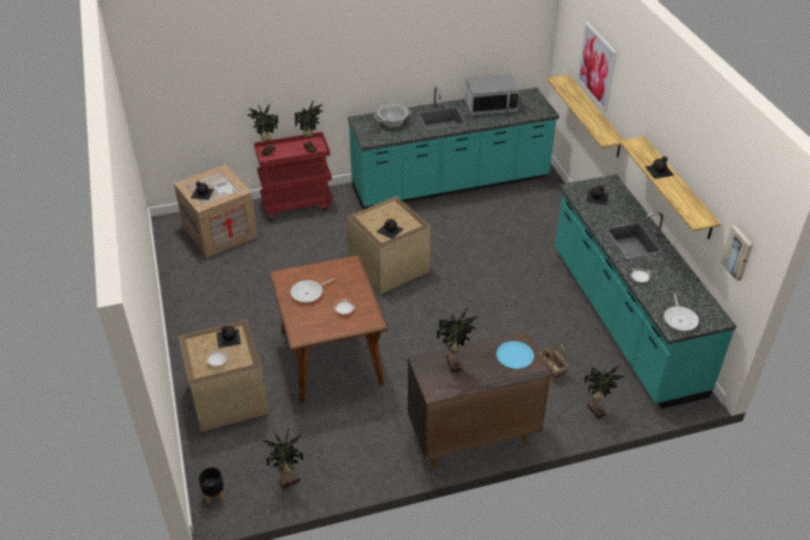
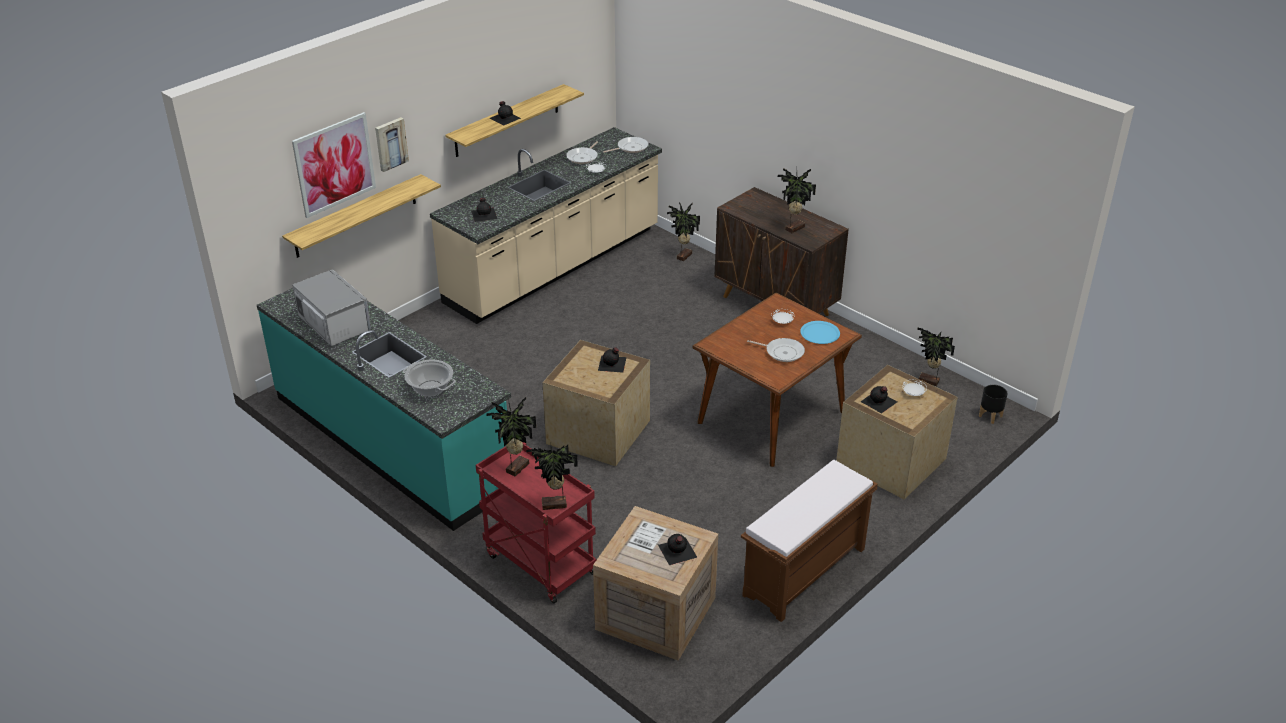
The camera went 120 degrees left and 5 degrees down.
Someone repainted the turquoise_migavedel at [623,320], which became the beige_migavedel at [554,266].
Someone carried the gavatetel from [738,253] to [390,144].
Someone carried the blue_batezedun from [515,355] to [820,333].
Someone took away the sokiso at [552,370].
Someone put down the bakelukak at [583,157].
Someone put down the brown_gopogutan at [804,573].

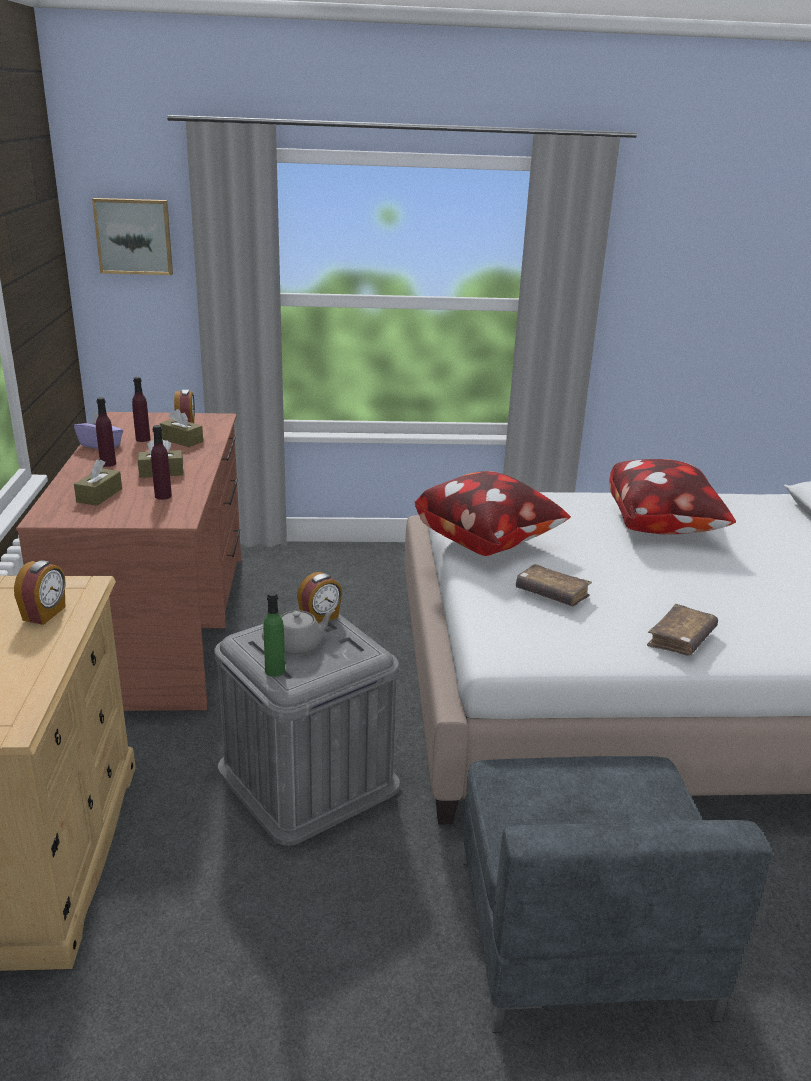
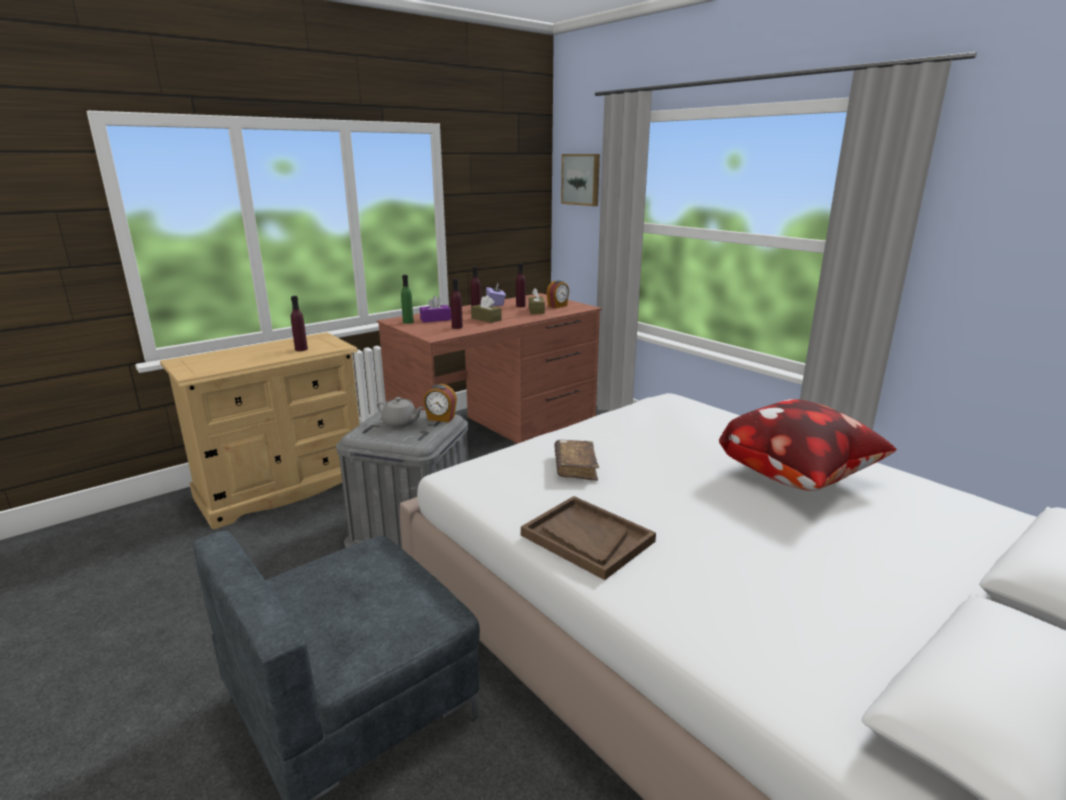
The camera went 55 degrees right and 5 degrees down.
Someone repainted the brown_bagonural at [99,495], which became the purple_bagonural at [435,319].
Someone took away the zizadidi at [487,541].
Someone swapped the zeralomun at [45,614] for the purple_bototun at [301,349].
Someone carried the green_bototun from [275,671] to [408,322].
Someone swapped the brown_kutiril at [681,639] for the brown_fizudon at [587,538].

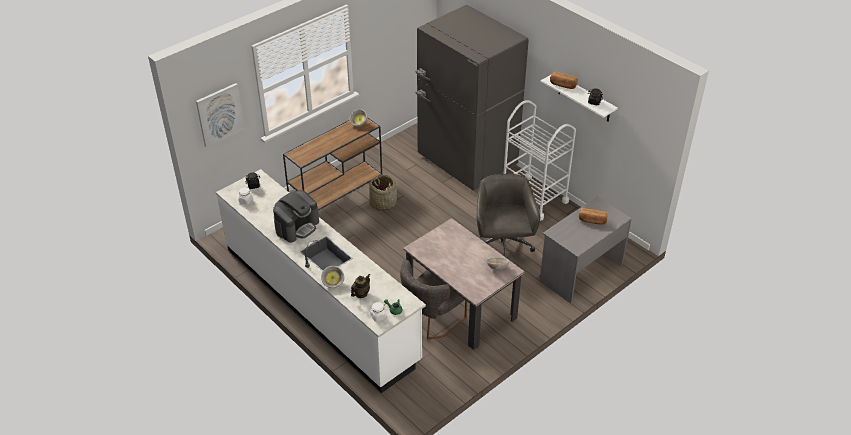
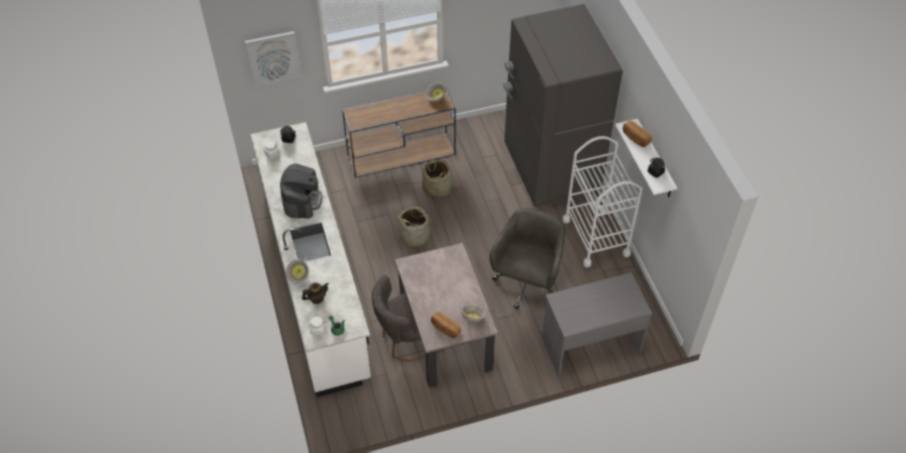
The camera went 25 degrees right and 10 degrees up.
Someone rotated the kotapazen at [297,226] by 60 degrees counterclockwise.
Someone carried the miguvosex from [592,221] to [445,328].
Someone put down the sokiso at [415,236].

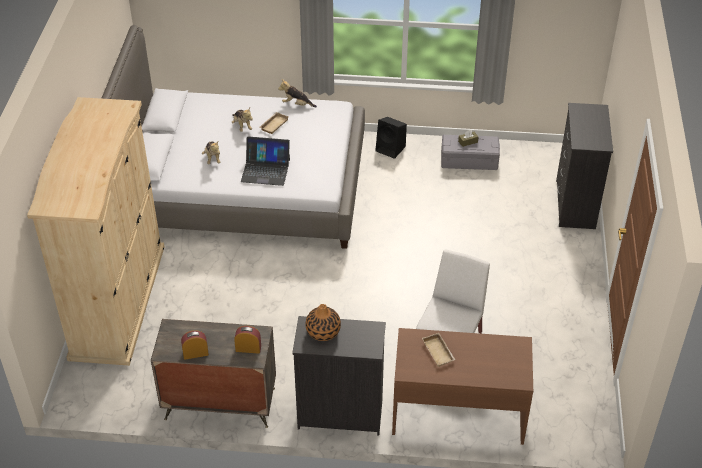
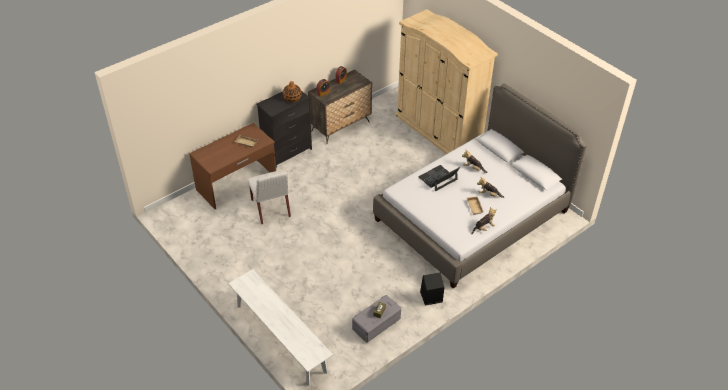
The camera went 135 degrees right and 0 degrees up.
Someone swapped the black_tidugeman at [575,205] for the white_gopogutan at [280,338].

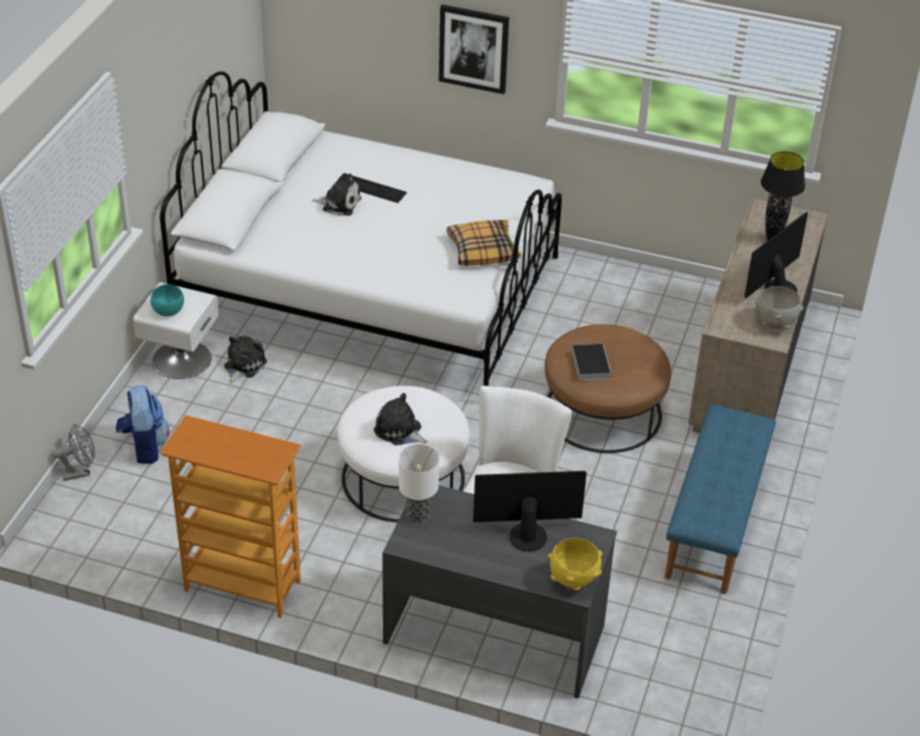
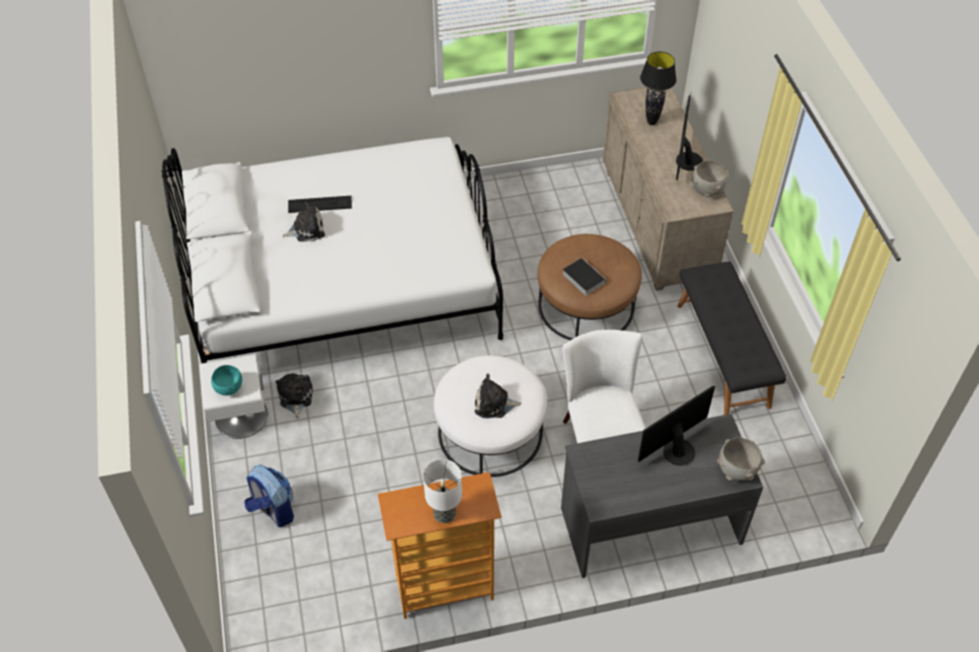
The camera went 30 degrees left and 10 degrees up.
Someone took away the gavatetel at [474,48].
Someone took away the zizadidi at [483,250].
Someone repainted the blue_gopogutan at [716,521], which became the black_gopogutan at [723,354].
Someone took away the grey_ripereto at [80,472].
Someone carried the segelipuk from [418,515] to [445,514].
Someone repainted the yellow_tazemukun at [573,580], which became the grey_tazemukun at [736,470].

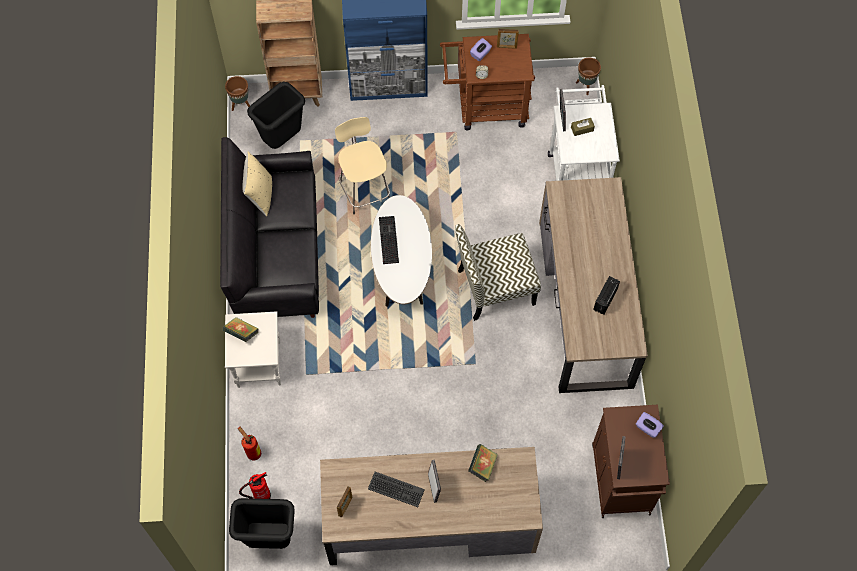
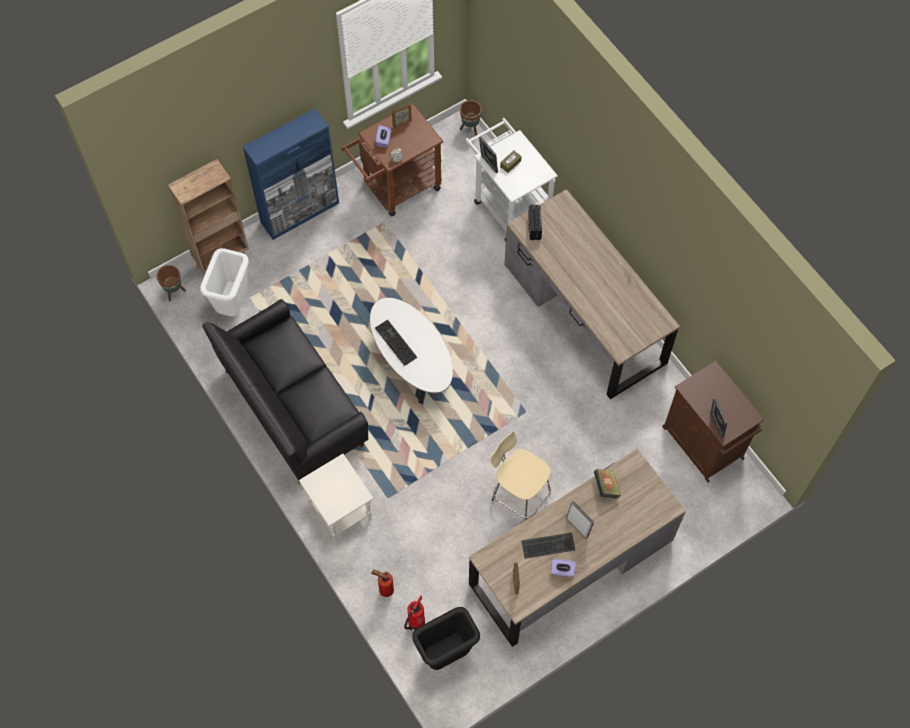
The camera went 30 degrees left and 0 degrees up.
Someone repainted the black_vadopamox at [282,139], which became the white_vadopamox at [233,304].
Someone carried the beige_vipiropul from [364,190] to [519,495].
Someone took away the beige_zizadidi at [260,195].
Someone took away the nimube at [494,288].
Someone carried the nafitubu from [605,300] to [534,227].
Someone took away the kutiril at [242,333].
Someone carried the purple_bagonural from [647,428] to [562,571].

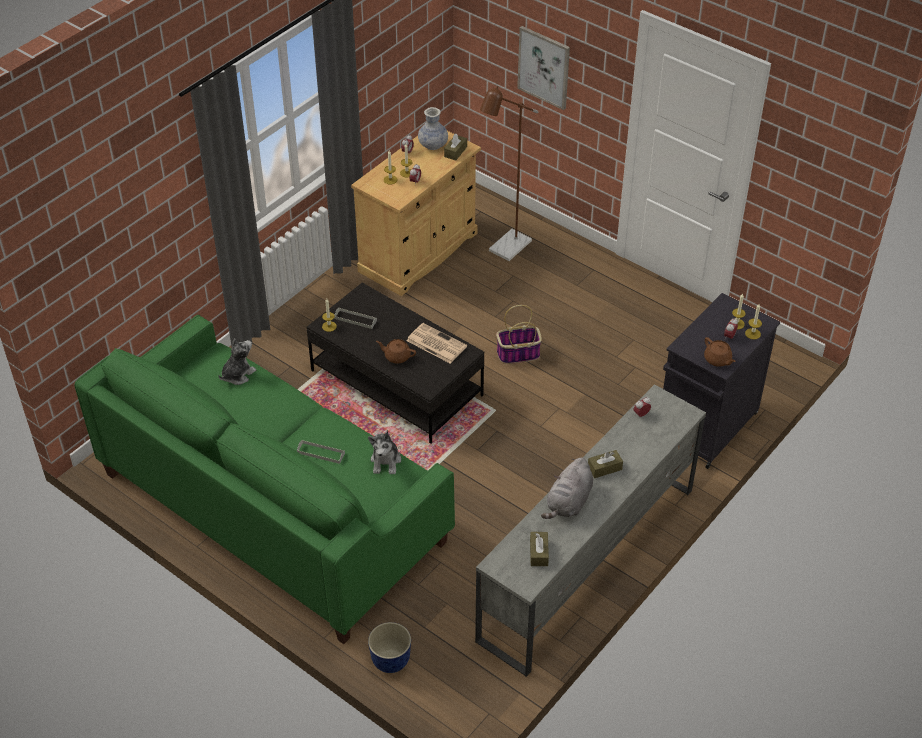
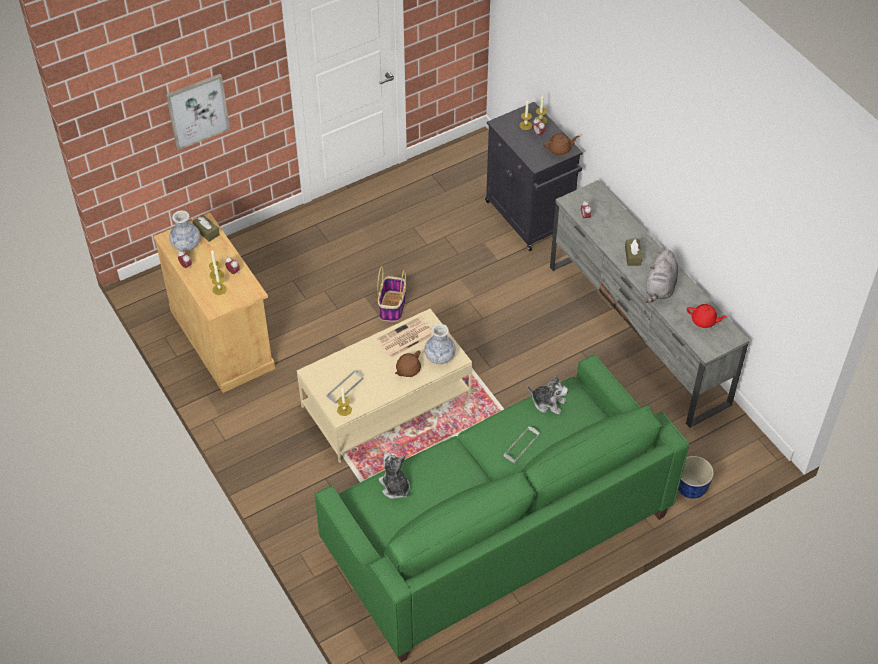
The camera went 70 degrees left and 5 degrees up.
Someone took away the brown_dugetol at [505,250].
Someone repainted the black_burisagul at [396,383], which became the beige_burisagul at [386,403].
Someone rotated the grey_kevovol at [568,503] by 60 degrees clockwise.
Someone swapped the brown_bagonural at [539,553] for the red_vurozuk at [704,321].
Someone put down the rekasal at [439,356].

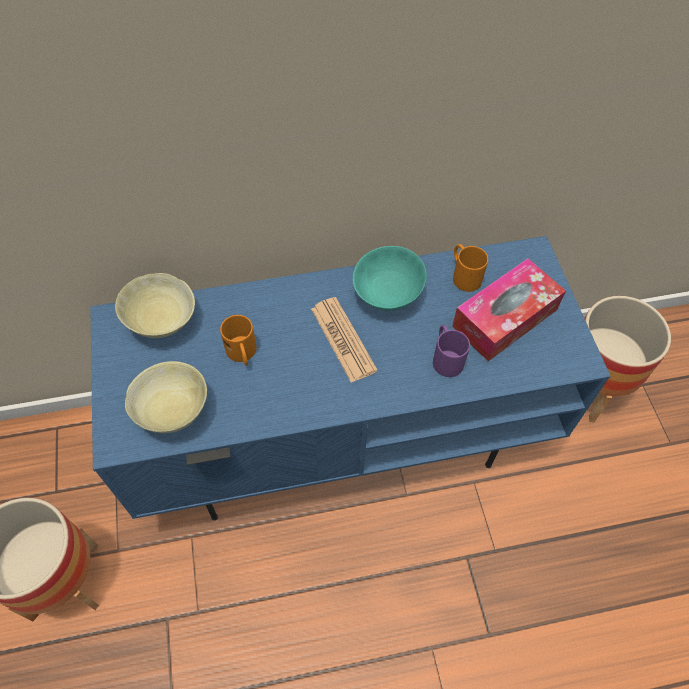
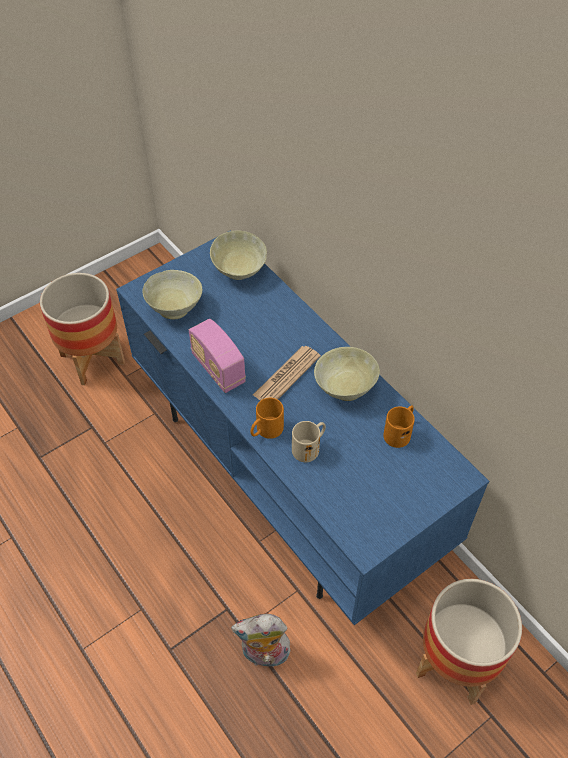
The camera went 65 degrees right and 5 degrees down.
Someone repainted the turquoise_tazemukun at [386,295], which became the beige_tazemukun at [344,387].
Someone took away the bagonural at [504,318].
Someone carried the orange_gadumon from [243,354] to [266,431].
Someone repainted the purple_gadumon at [445,357], which became the beige_gadumon at [309,447].
Someone put down the nafitubu at [218,369].
Someone put down the kevovol at [264,655].

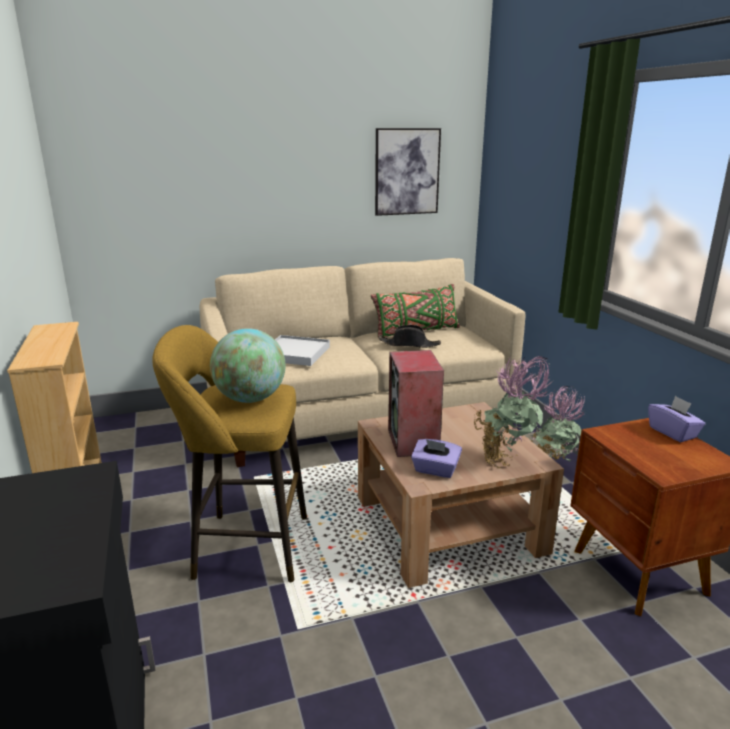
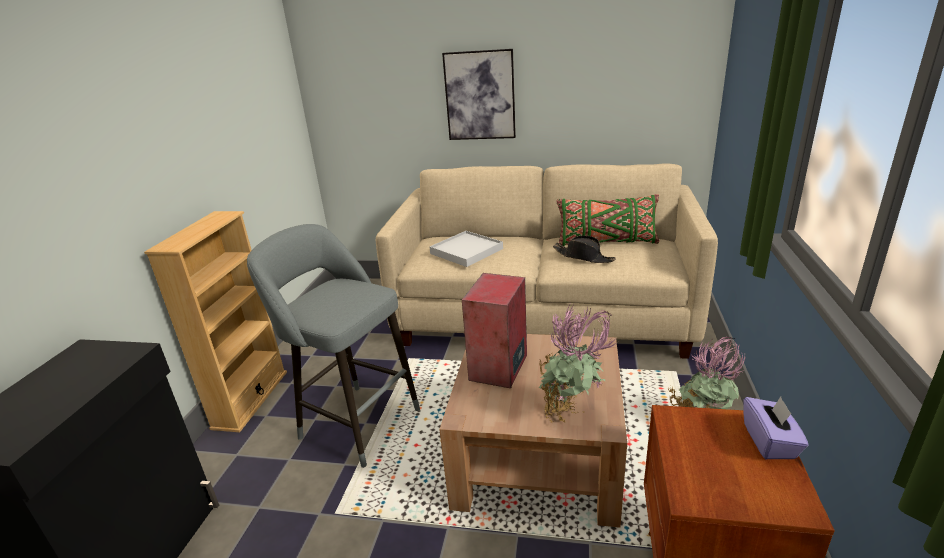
The camera went 30 degrees right and 5 degrees up.
Someone carried the gavatetel from [407,172] to [480,95].
Someone repainted the yellow_vipiropul at [244,546], which became the grey_vipiropul at [354,421].
Someone took away the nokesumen at [250,399].
Someone took away the purple_bagonural at [435,470].

